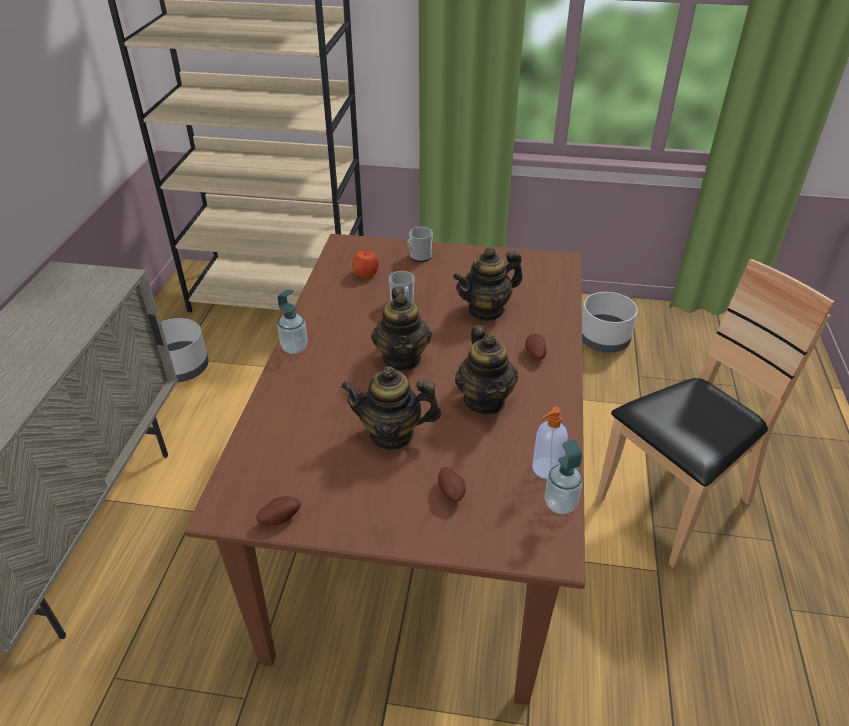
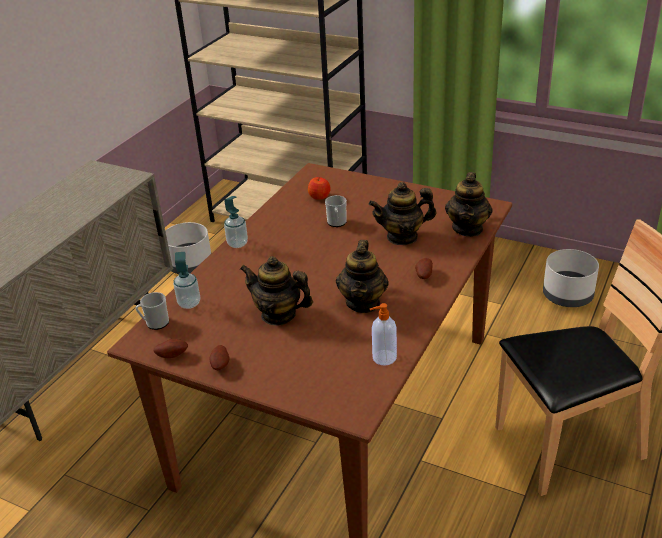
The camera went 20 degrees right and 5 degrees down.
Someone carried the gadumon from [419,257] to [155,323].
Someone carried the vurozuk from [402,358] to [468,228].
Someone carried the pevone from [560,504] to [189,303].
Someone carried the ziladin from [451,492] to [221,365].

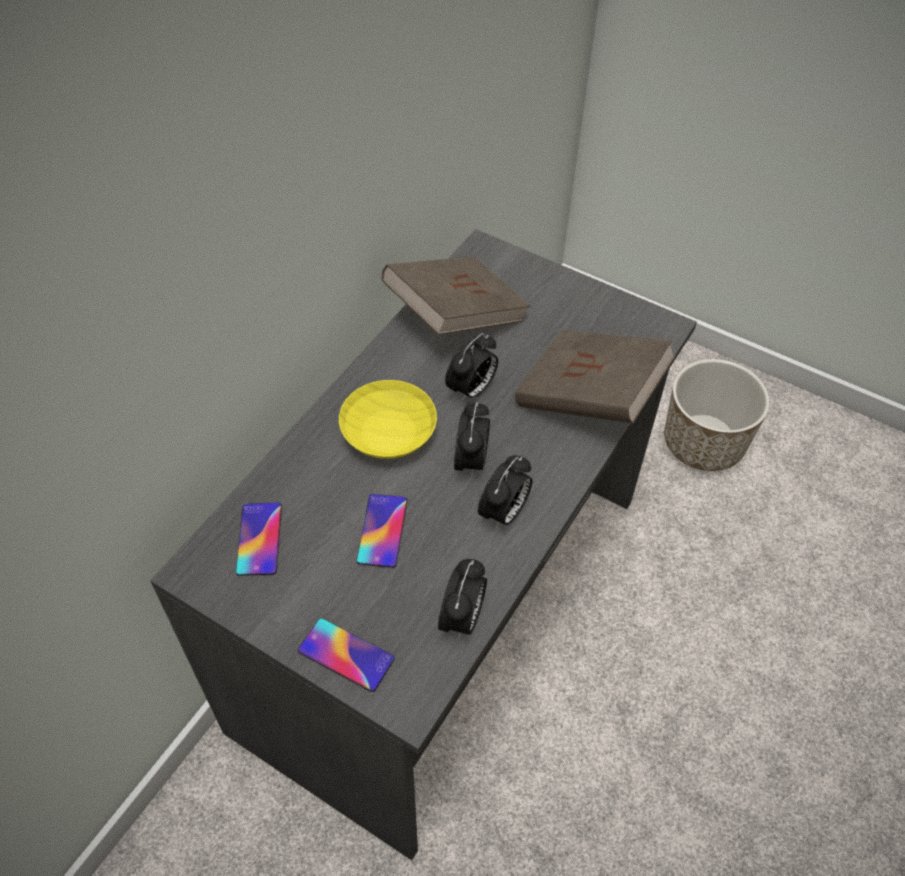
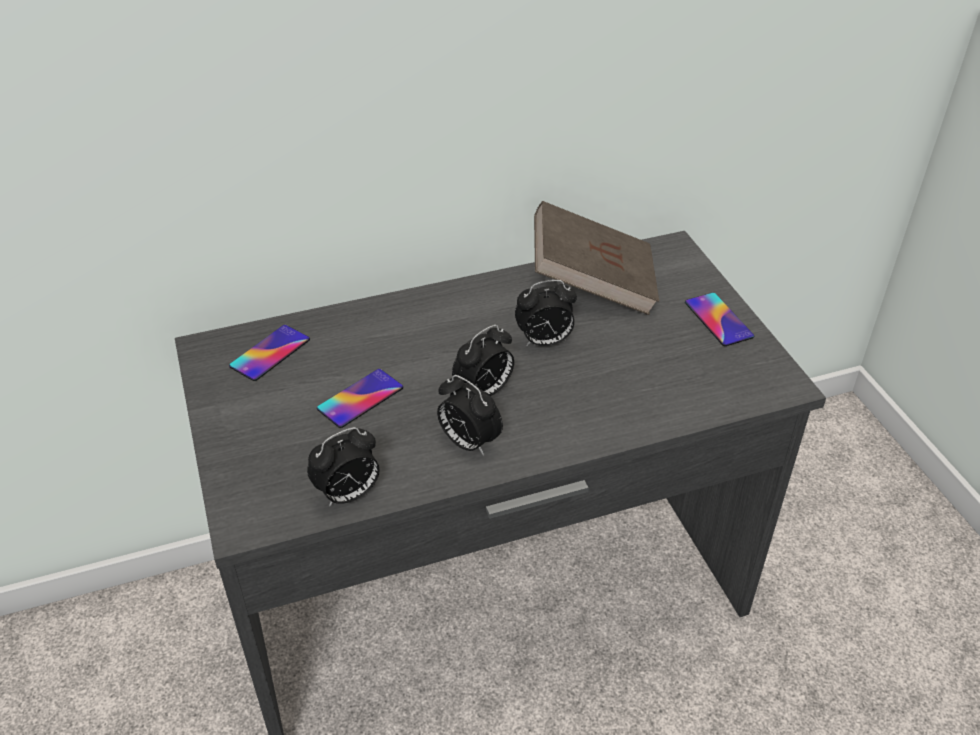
The camera went 40 degrees right and 10 degrees down.
Someone took away the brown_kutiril at [589,398].
Someone took away the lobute at [703,443].
Someone took away the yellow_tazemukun at [386,432].
Someone rotated the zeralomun at [504,513] by 60 degrees clockwise.
Someone carried the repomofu from [346,655] to [718,320].

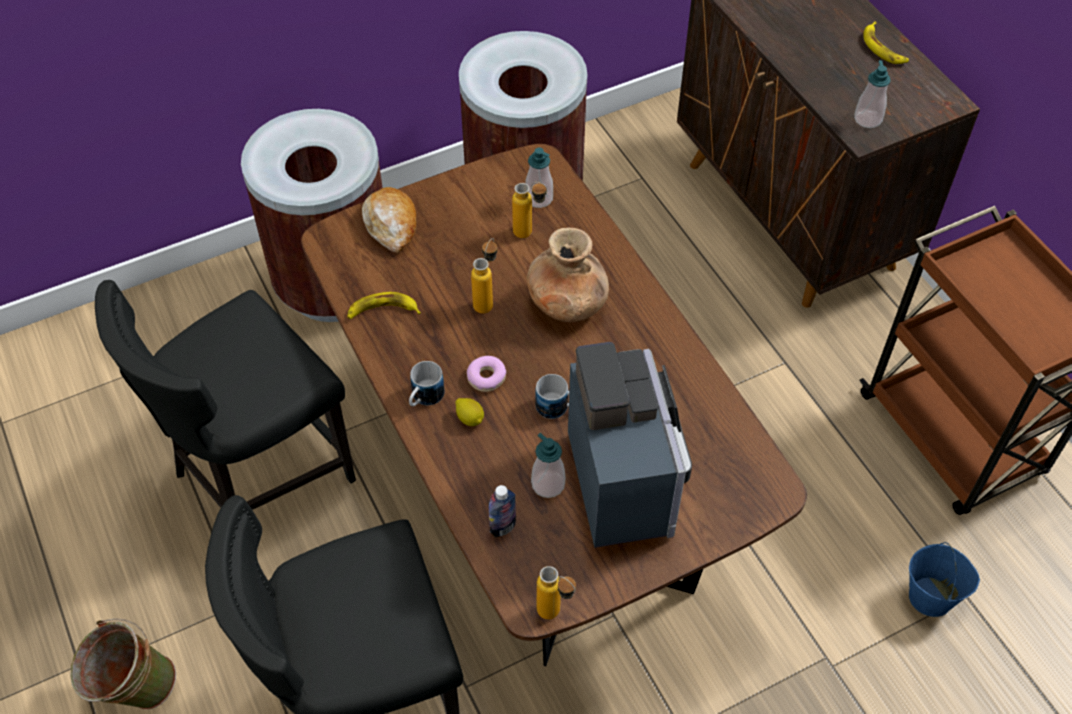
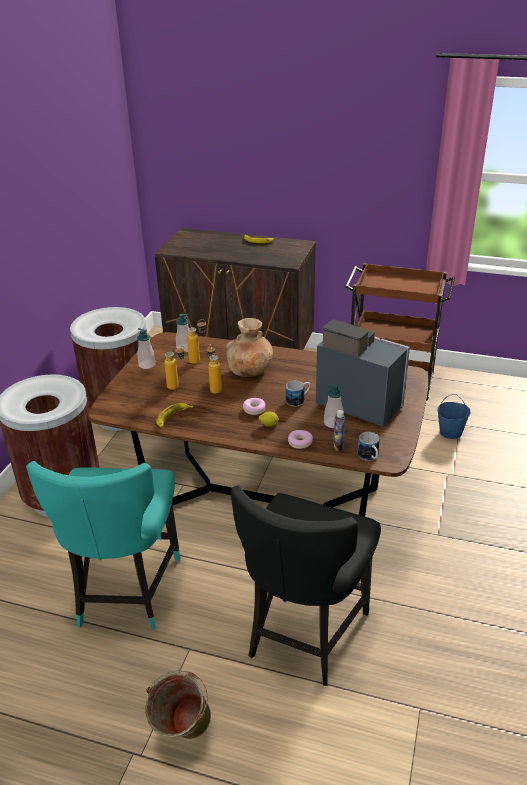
The camera went 45 degrees left and 20 degrees down.
Someone carried the pevone from [867,119] to [147,365].
Someone took away the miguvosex at [391,225].
Someone repainted the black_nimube at [258,474], which became the turquoise_nimube at [125,592].
Someone carried the gadumon from [424,398] to [369,457].
Someone carried the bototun from [556,615] to [177,386].
Someone put down the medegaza at [300,442].

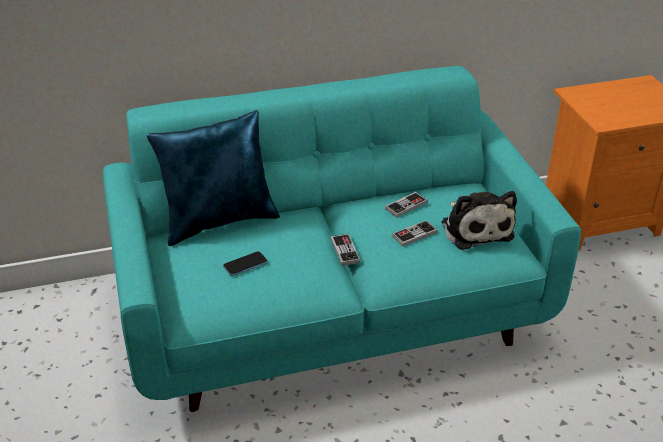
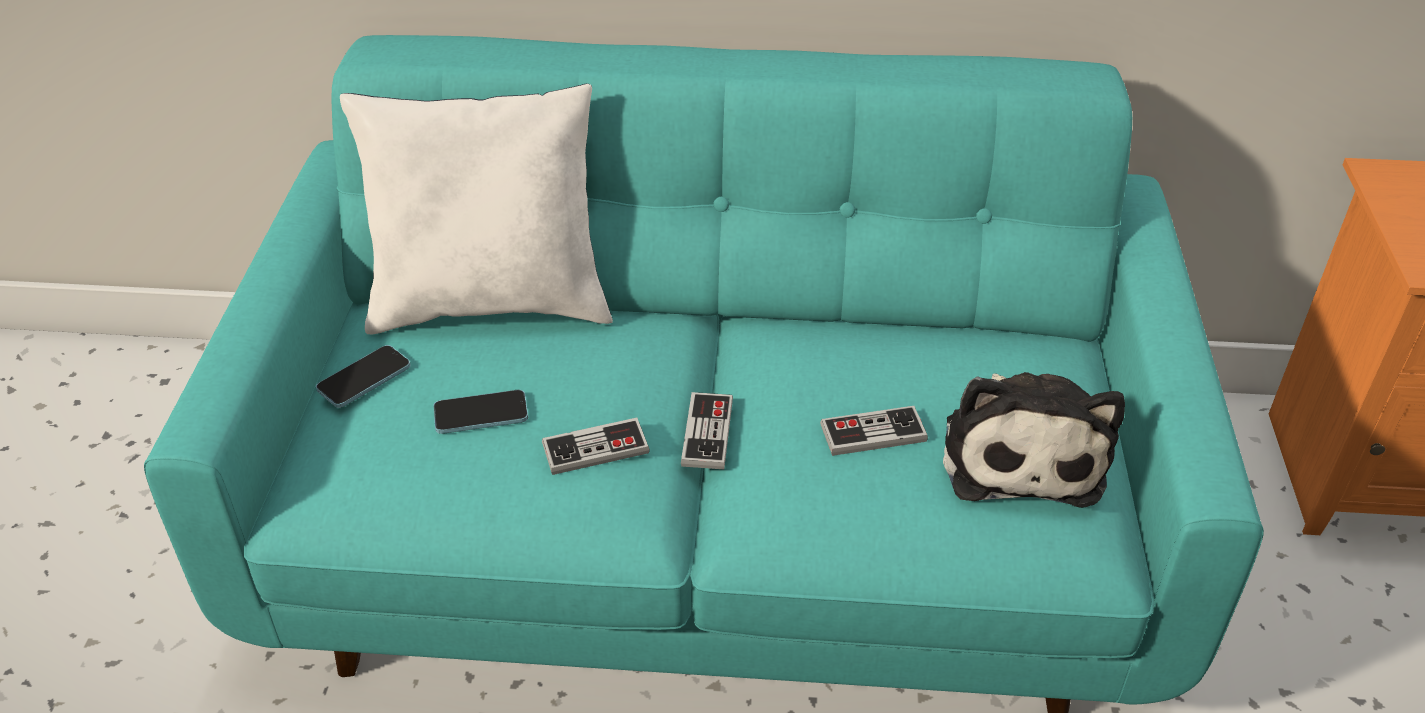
The camera went 20 degrees right and 5 degrees up.
Someone repainted the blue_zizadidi at [219,221], which became the white_zizadidi at [493,303].
Someone carried the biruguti from [406,206] to [595,449].
Someone put down the repomofu at [364,378].

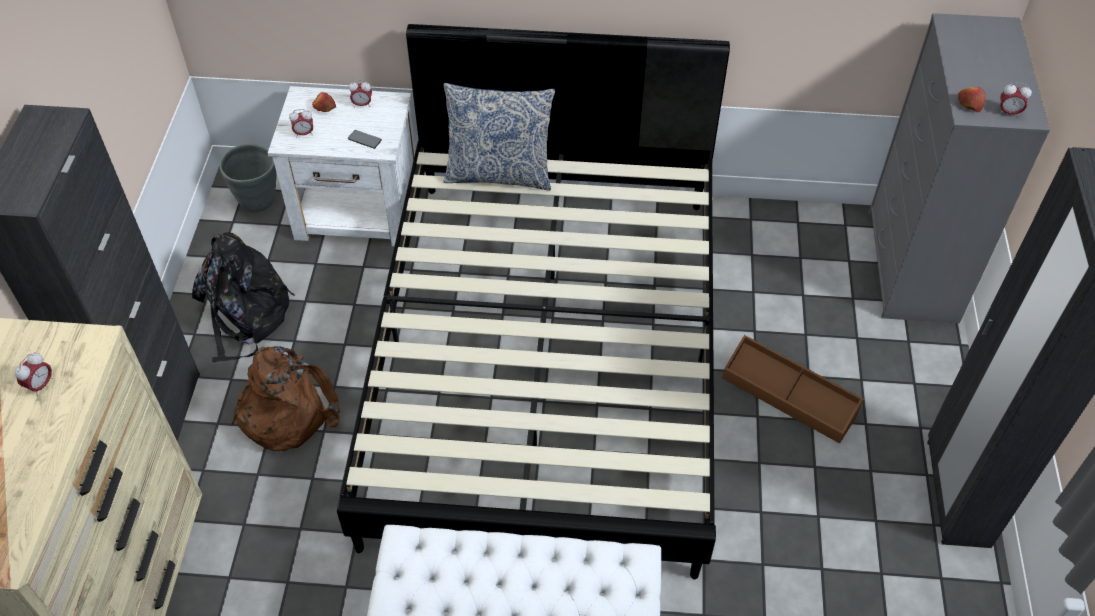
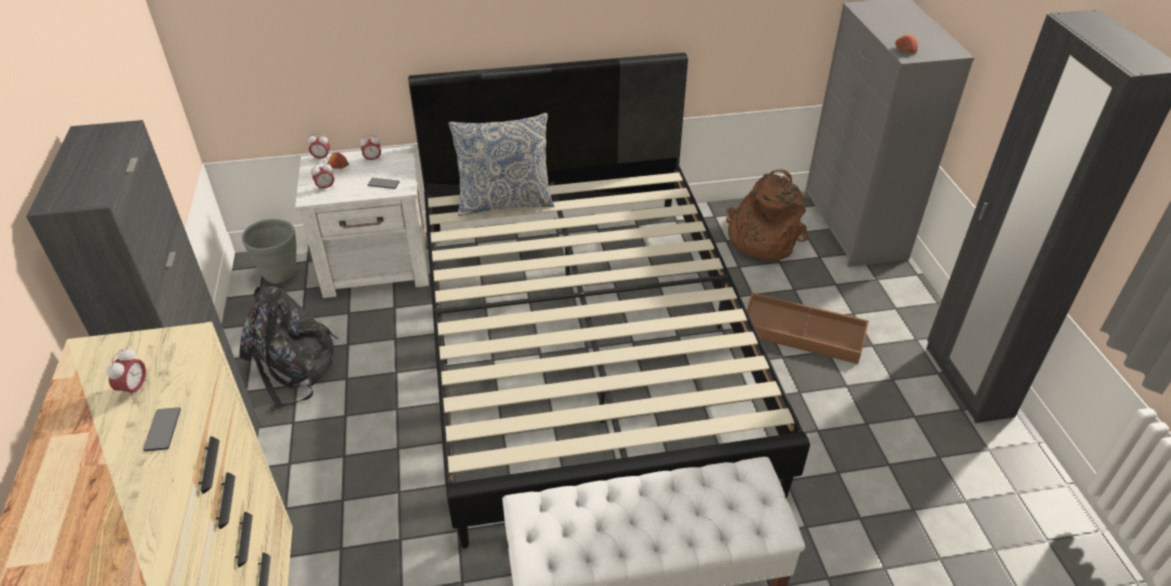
The camera went 15 degrees left and 10 degrees down.
Someone carried the zeralomun from [1008,112] to [321,158].
Someone carried the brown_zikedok from [286,410] to [761,238].
Someone put down the repomofu at [163,430].

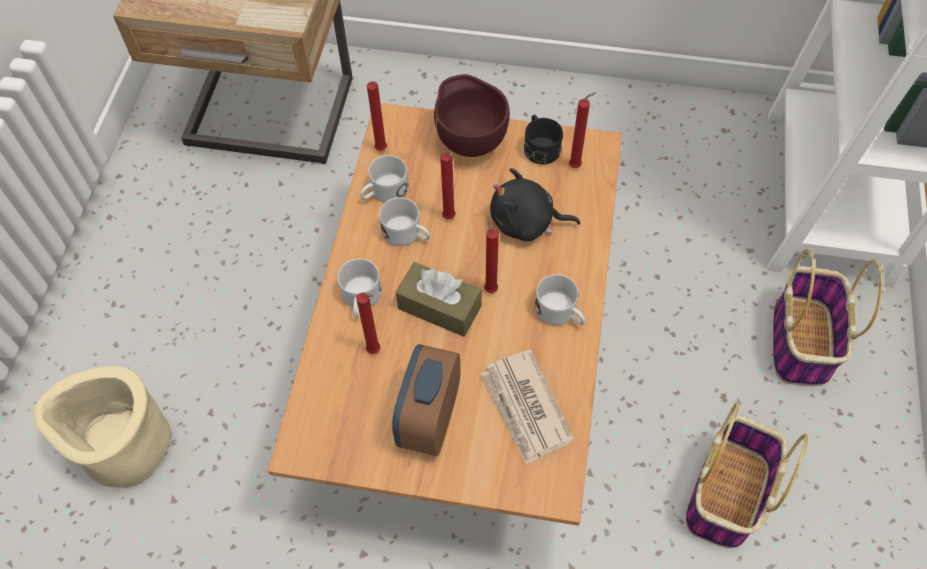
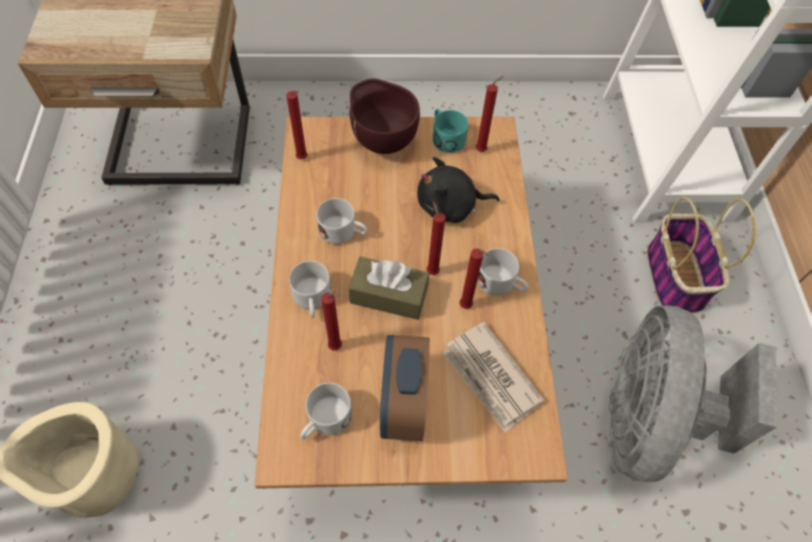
The camera went 15 degrees left and 0 degrees up.
Someone repainted the black_gadumon at [539,146], which became the turquoise_gadumon at [445,137].
Someone carried the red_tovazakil from [450,218] to [467,307].
Someone carried the white_gadumon from [384,192] to [324,421].
Someone swapped the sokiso at [726,496] for the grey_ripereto at [648,420].

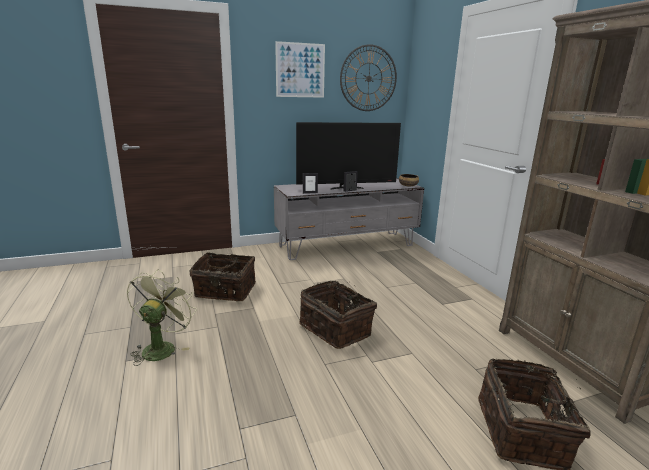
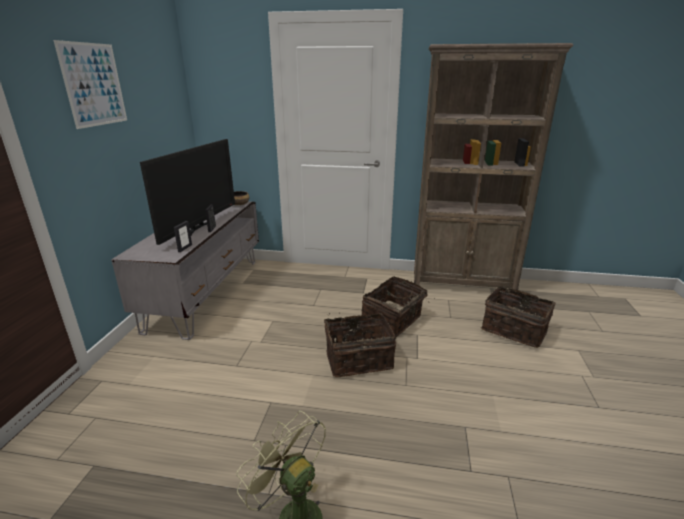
The camera went 60 degrees left and 5 degrees up.
Someone took away the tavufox at [368,78].
Someone carried the sokiso from [225,291] to [393,320].

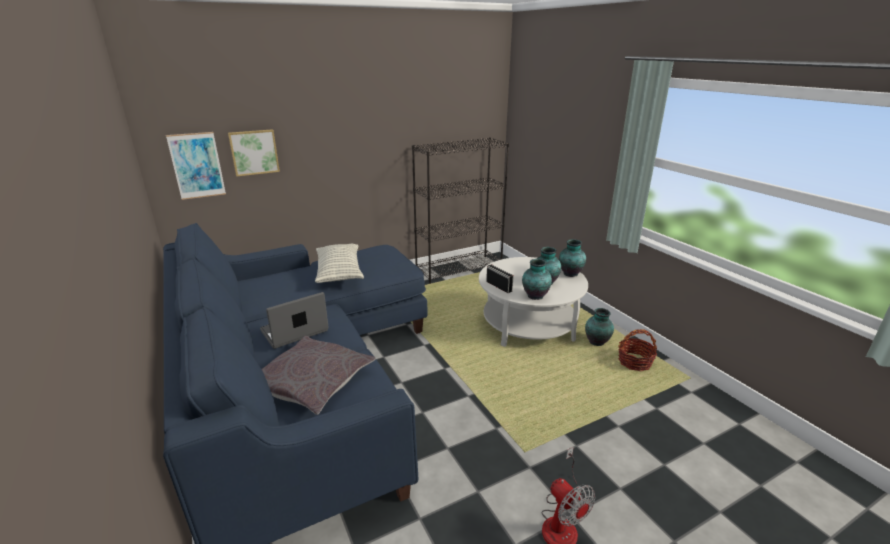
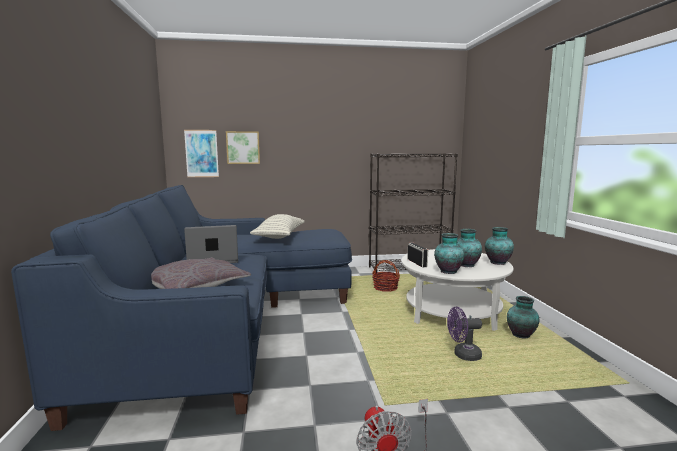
The camera went 20 degrees right and 15 degrees down.
Someone carried the sokiso from [634,362] to [385,288].
Someone put down the purple_ripereto at [463,355].

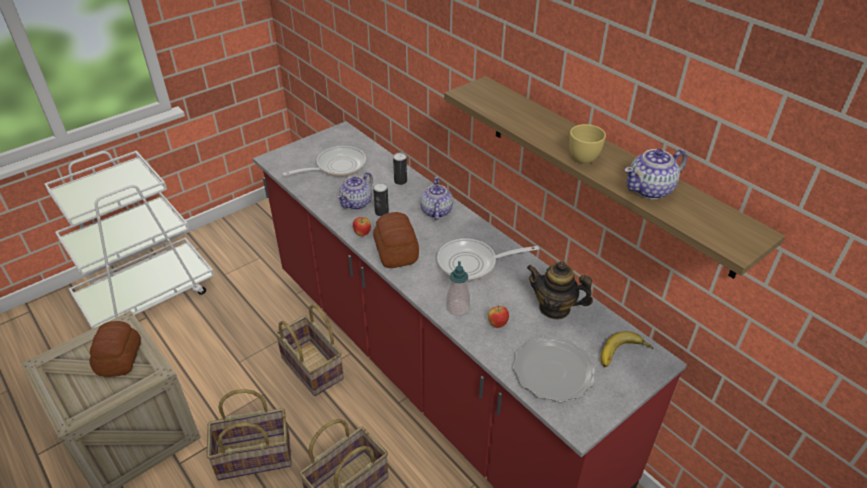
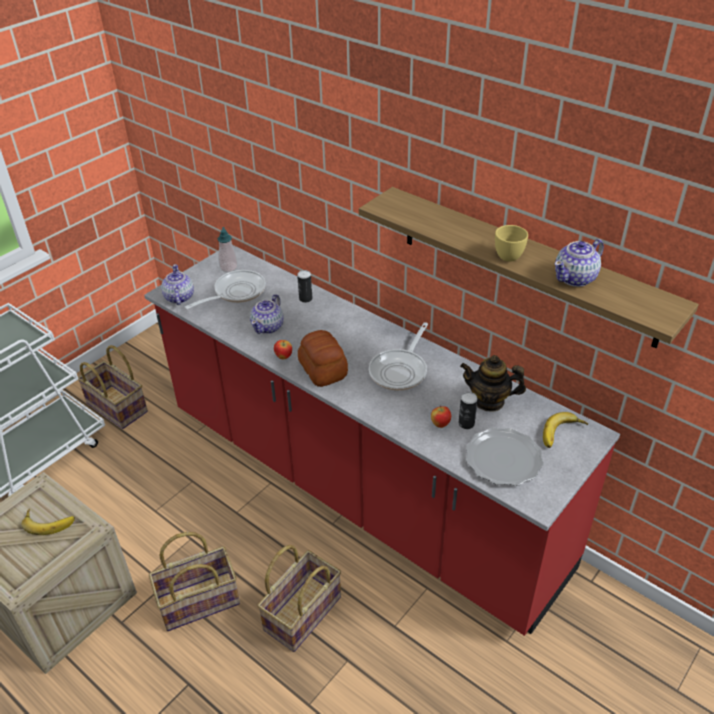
The camera went 10 degrees left and 0 degrees up.
Someone carried the vurozuk from [436,211] to [179,297].
Someone carried the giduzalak from [381,212] to [466,423].
Someone rotated the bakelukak at [472,263] by 45 degrees counterclockwise.
Someone carried the pevone from [457,308] to [229,267].
Someone carried the sokiso from [313,367] to [118,407].
Someone swapped the miguvosex at [120,358] for the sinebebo at [49,521].

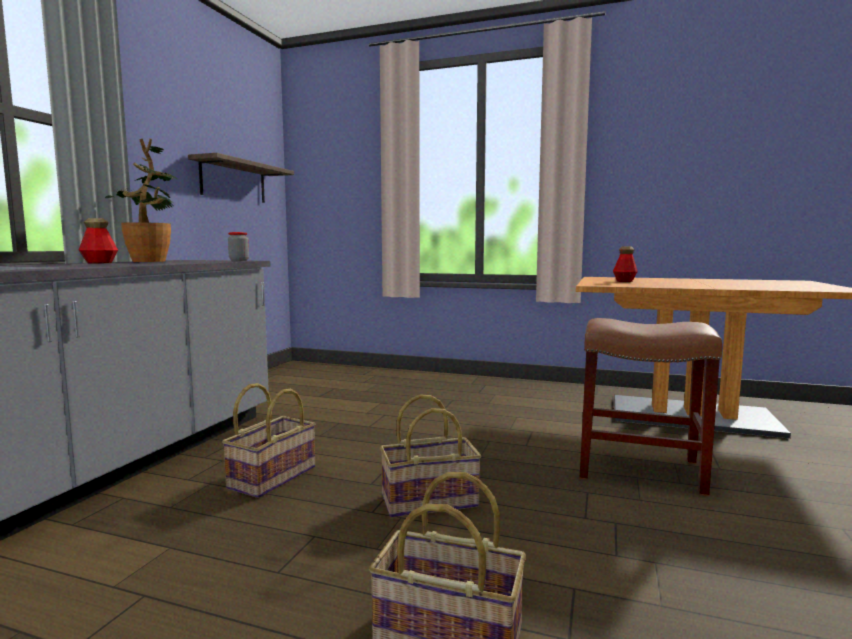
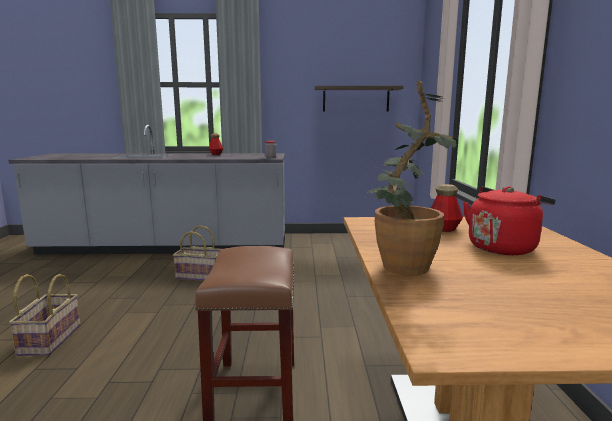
The camera went 70 degrees right and 5 degrees up.
Someone carried the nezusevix from [149,261] to [399,270].
Someone took away the sokiso at [429,500].
Someone put down the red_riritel at [503,247].

